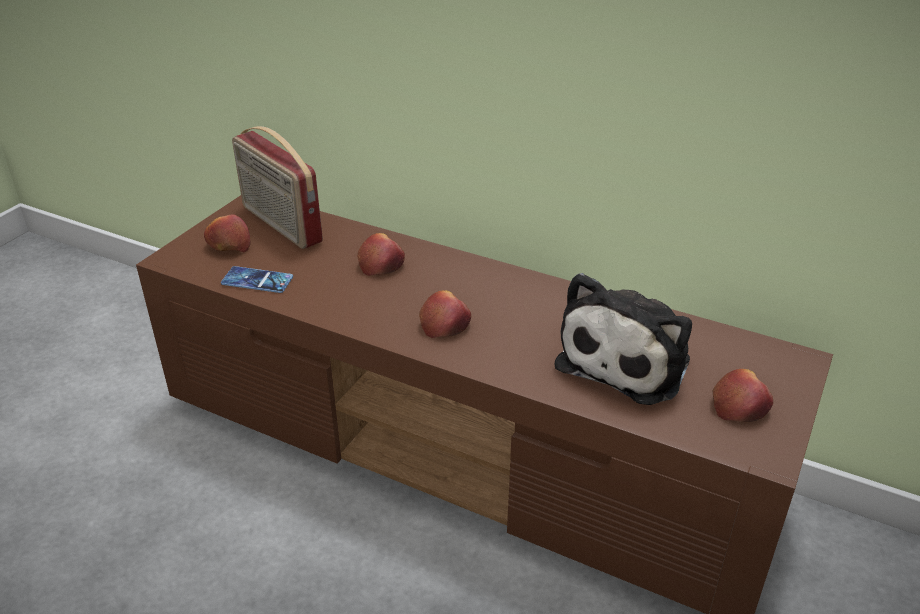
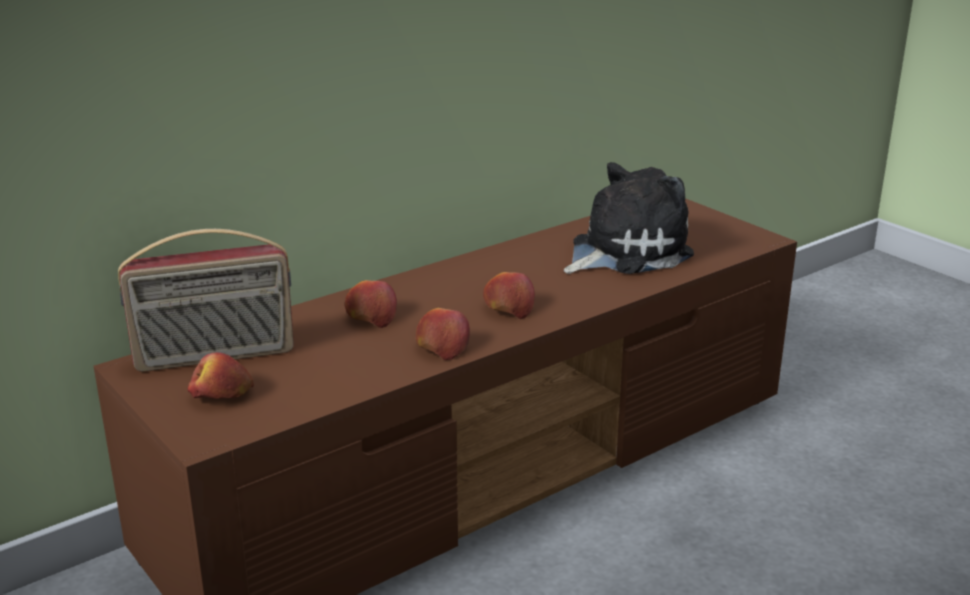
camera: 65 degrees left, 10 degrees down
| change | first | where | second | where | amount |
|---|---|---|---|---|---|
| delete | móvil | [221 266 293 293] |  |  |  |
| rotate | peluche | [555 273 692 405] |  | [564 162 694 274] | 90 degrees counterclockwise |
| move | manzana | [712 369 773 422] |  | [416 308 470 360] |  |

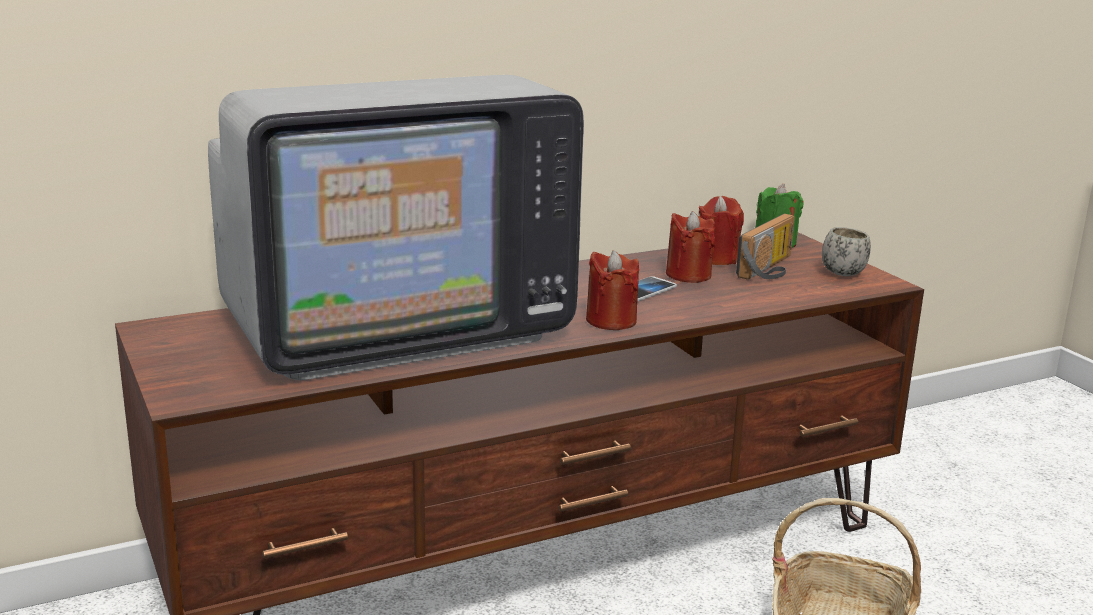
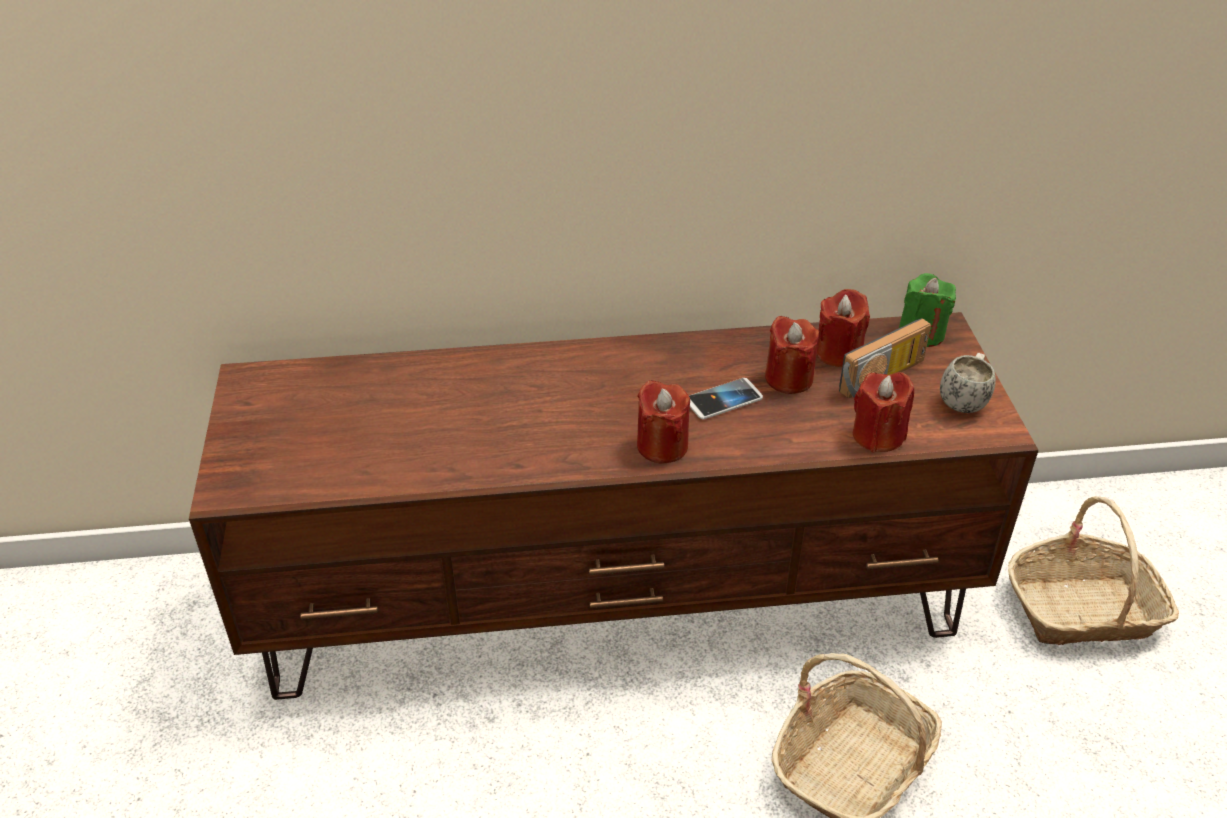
camera: 20 degrees right, 20 degrees up
| change | first | where | second | where | amount |
|---|---|---|---|---|---|
| delete | televisor | [208 75 584 380] |  |  |  |
| insert |  |  | vela (rojo) | [853 372 914 453] |  |
| insert |  |  | cesta | [1008 496 1179 645] |  |

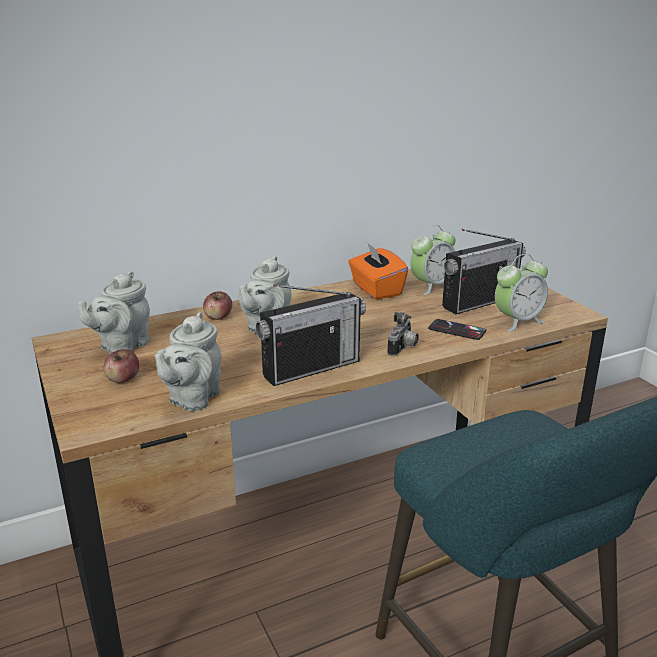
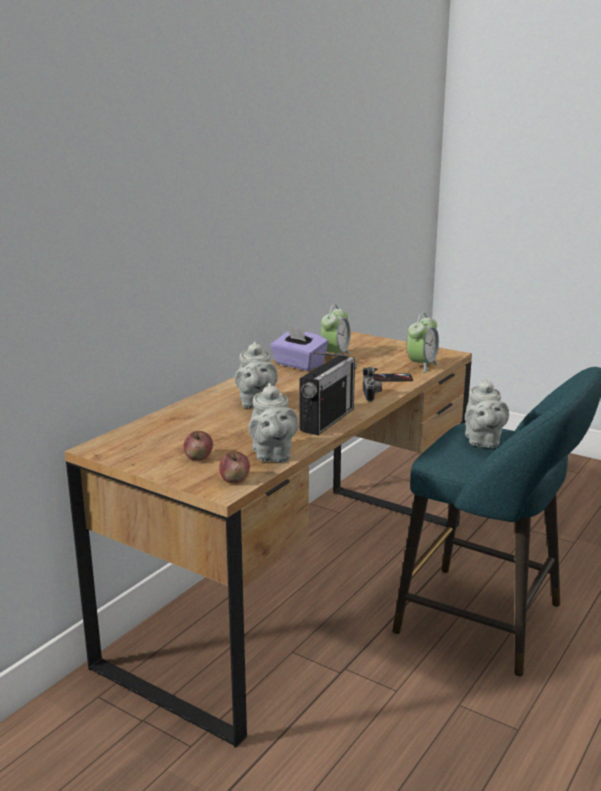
camera: 30 degrees left, 5 degrees down
| change | first | where | second | where | amount |
|---|---|---|---|---|---|
| move | tetera (gris) | [78 271 150 354] |  | [465 379 509 448] |  |
| move | manzana | [203 291 232 320] |  | [219 452 250 483] |  |
| recolor | caja de pañuelos (naranja) | [348 242 408 300] | caja de pañuelos (morado) | [270 326 328 371] |  |
| delete | radio | [442 229 526 314] |  |  |  |

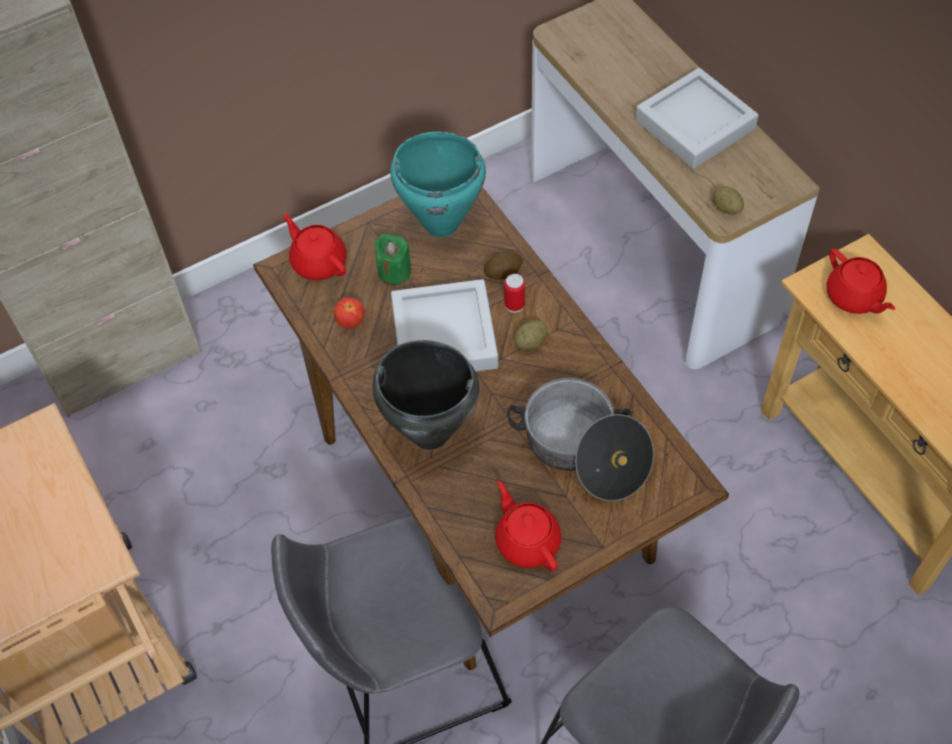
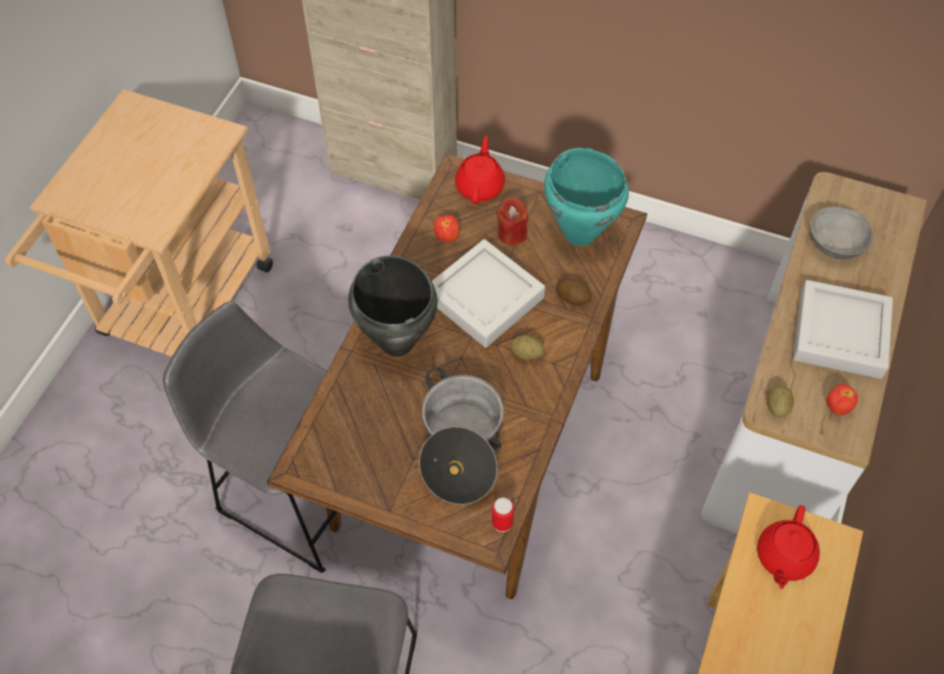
camera: 50 degrees right, 0 degrees up
| change | first | where | second | where | amount |
|---|---|---|---|---|---|
| recolor | vela (verde) | [374 234 411 285] | vela (rojo) | [497 198 528 245] |  |
| delete | tetera (rojo) | [495 481 562 571] |  |  |  |
| move | lata | [504 274 525 313] |  | [492 498 514 532] |  |
| insert |  |  | cuenco (gris) | [810 207 873 259] |  |
| insert |  |  | manzana | [826 384 858 415] |  |

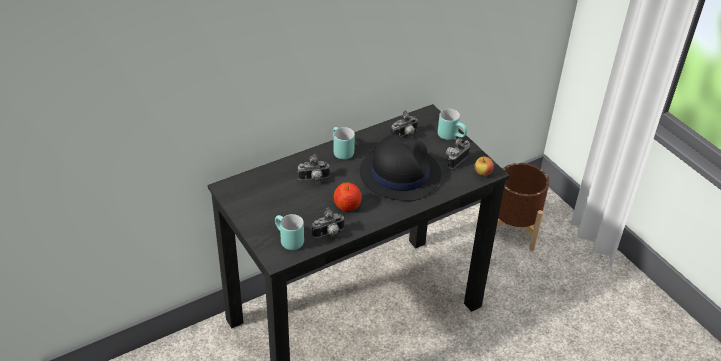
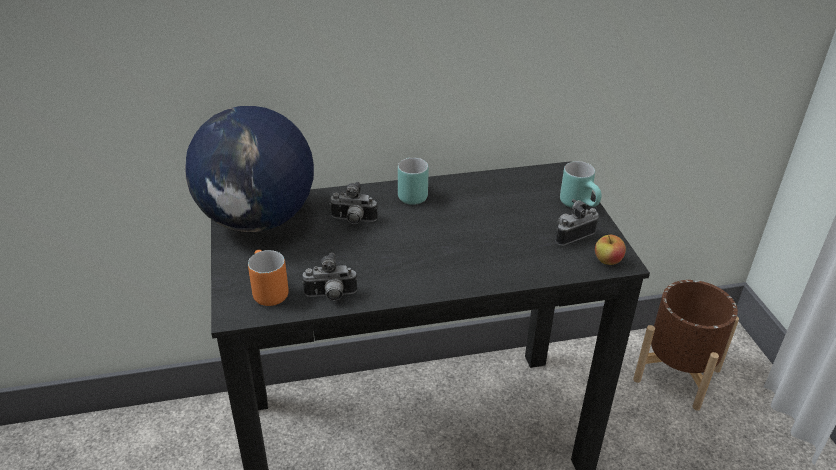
camera: 20 degrees right, 5 degrees down
| change | first | where | second | where | amount |
|---|---|---|---|---|---|
| recolor | taza grande (turquesa) | [275 214 304 250] | taza grande (naranja) | [248 250 289 306] |  |
| delete | manzana | [334 182 362 211] |  |  |  |
| delete | sombrero (negro) | [360 134 441 201] |  |  |  |
| delete | cámara | [391 111 419 137] |  |  |  |
| insert |  |  | globo terráqueo | [185 106 314 232] |  |

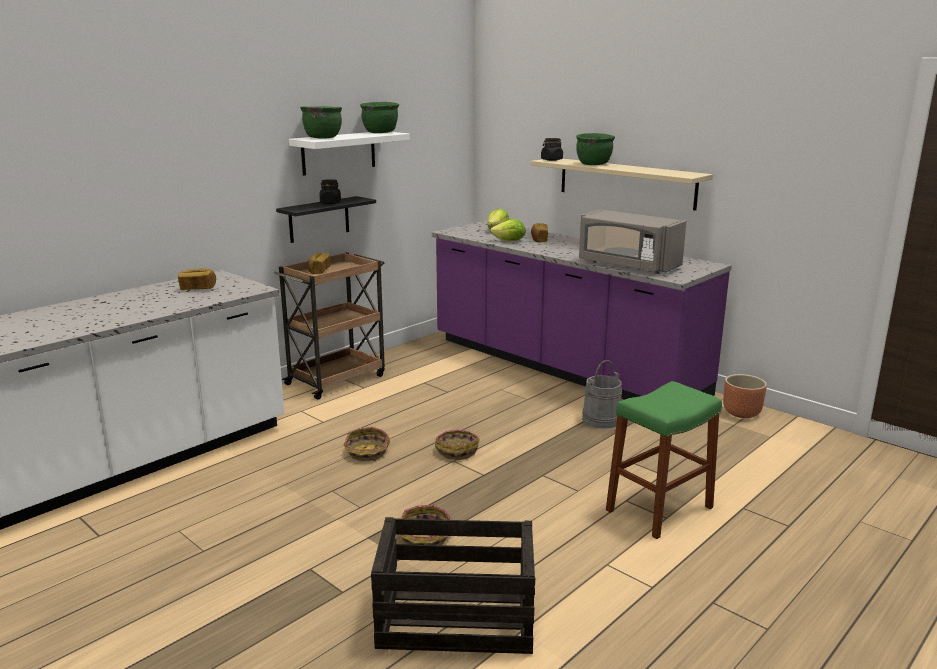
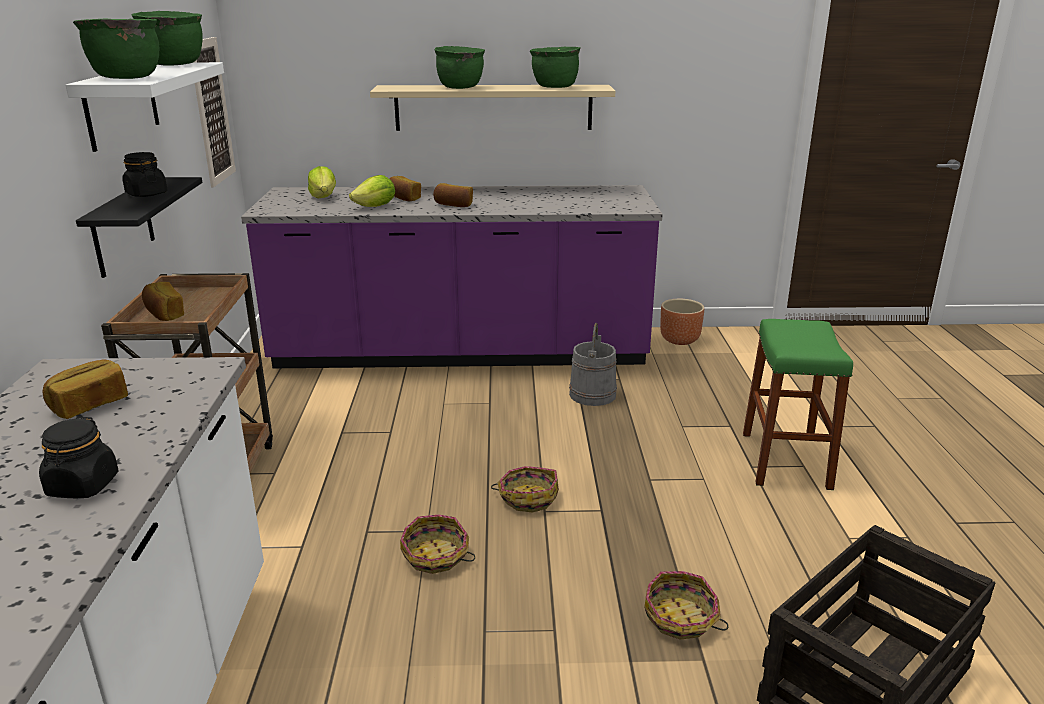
camera: 45 degrees left, 5 degrees up
| change | first | where | second | where | amount |
|---|---|---|---|---|---|
| move | tarro (negro) | [541 138 563 161] |  | [39 417 119 498] |  |
| delete | microondas (gris) | [579 210 687 274] |  |  |  |
| insert |  |  | cuadro | [195 37 236 187] |  |
| insert |  |  | pan | [433 183 473 207] |  |
| insert |  |  | olla (verde) | [530 47 580 88] |  |

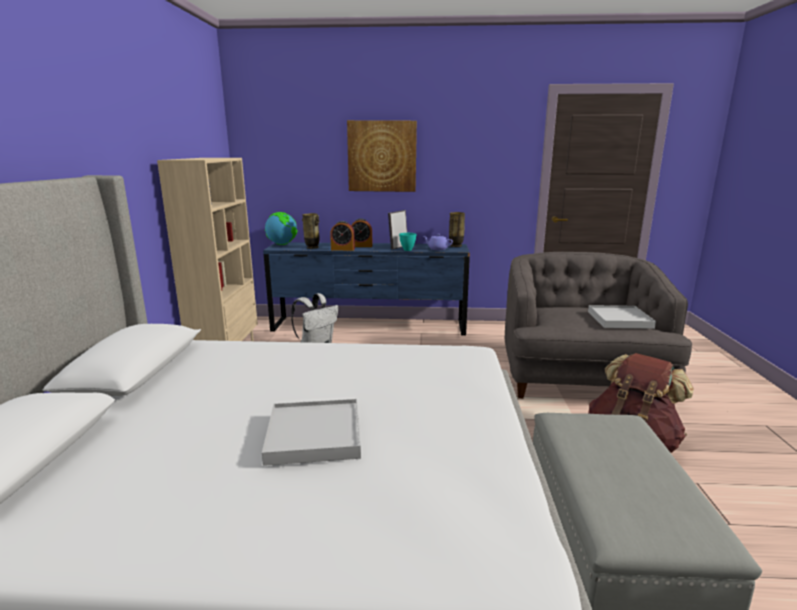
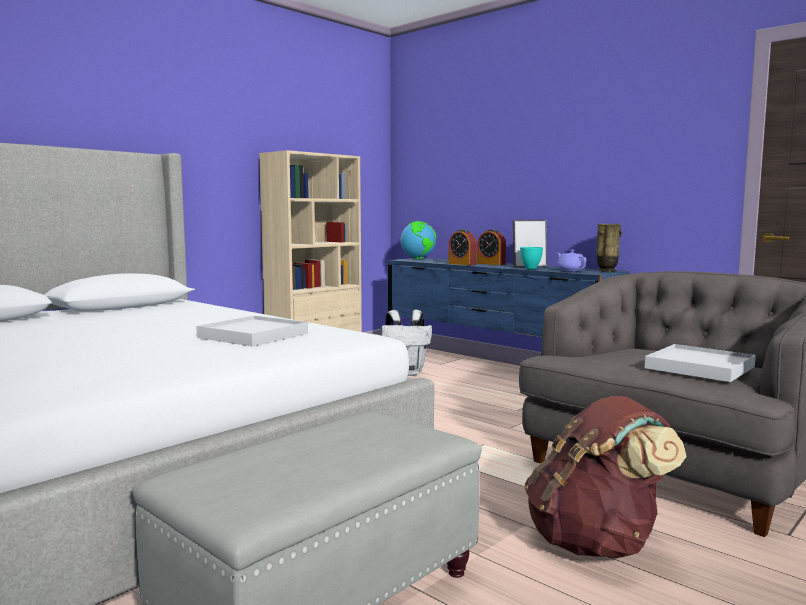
camera: 40 degrees right, 10 degrees down
| change | first | where | second | where | amount |
|---|---|---|---|---|---|
| move | bandeja (blanco) | [262 399 361 466] |  | [196 316 308 347] |  |
| delete | florero | [302 213 319 249] |  |  |  |
| delete | cuadro | [347 120 417 192] |  |  |  |

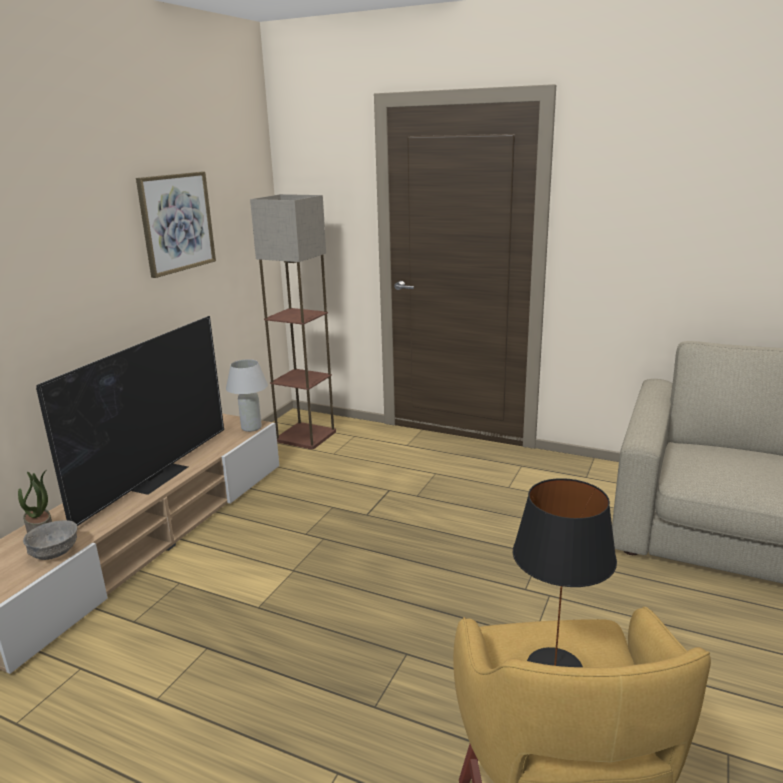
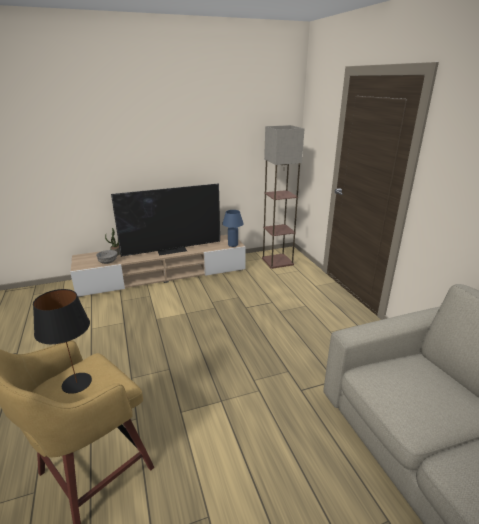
camera: 45 degrees right, 5 degrees up
| change | first | where | second | where | amount |
|---|---|---|---|---|---|
| delete | cuadro | [136 172 216 278] |  |  |  |
| recolor | lámpara de mesa (blanco) | [226 359 268 432] | lámpara de mesa (azul) | [222 210 244 247] |  |

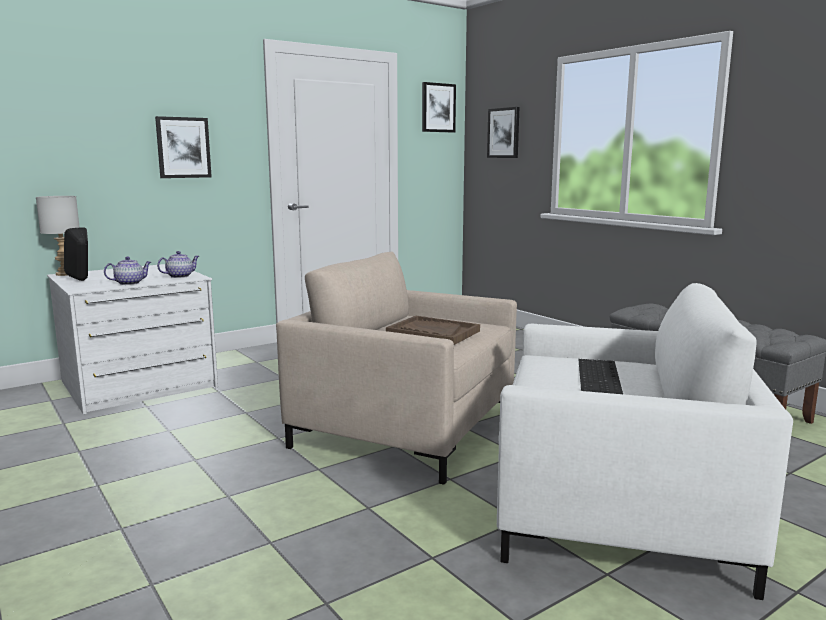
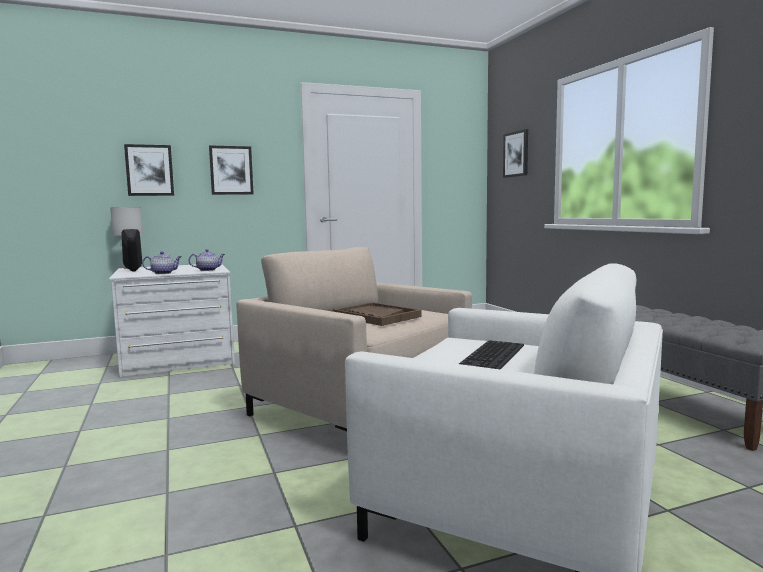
camera: 15 degrees right, 5 degrees down
| change | first | where | second | where | amount |
|---|---|---|---|---|---|
| move | cuadro | [422 82 456 132] |  | [124 144 174 196] |  |

